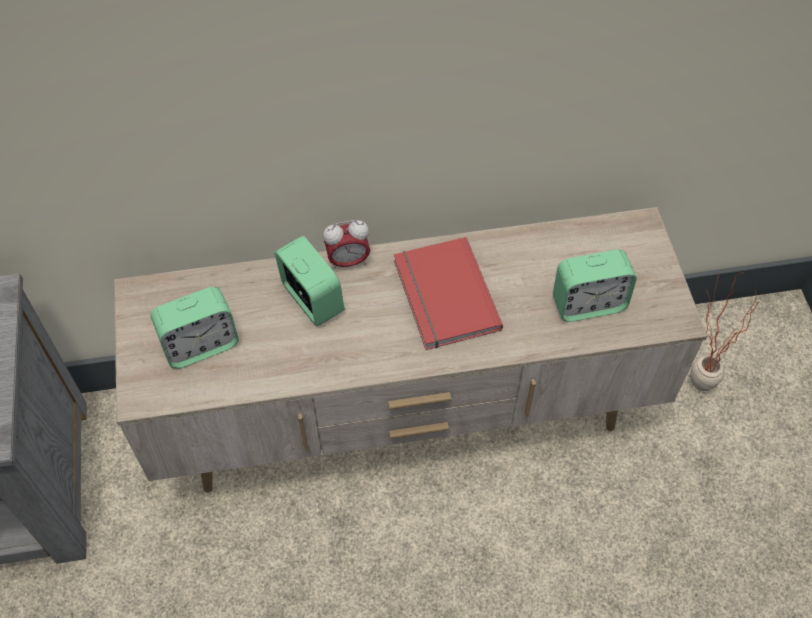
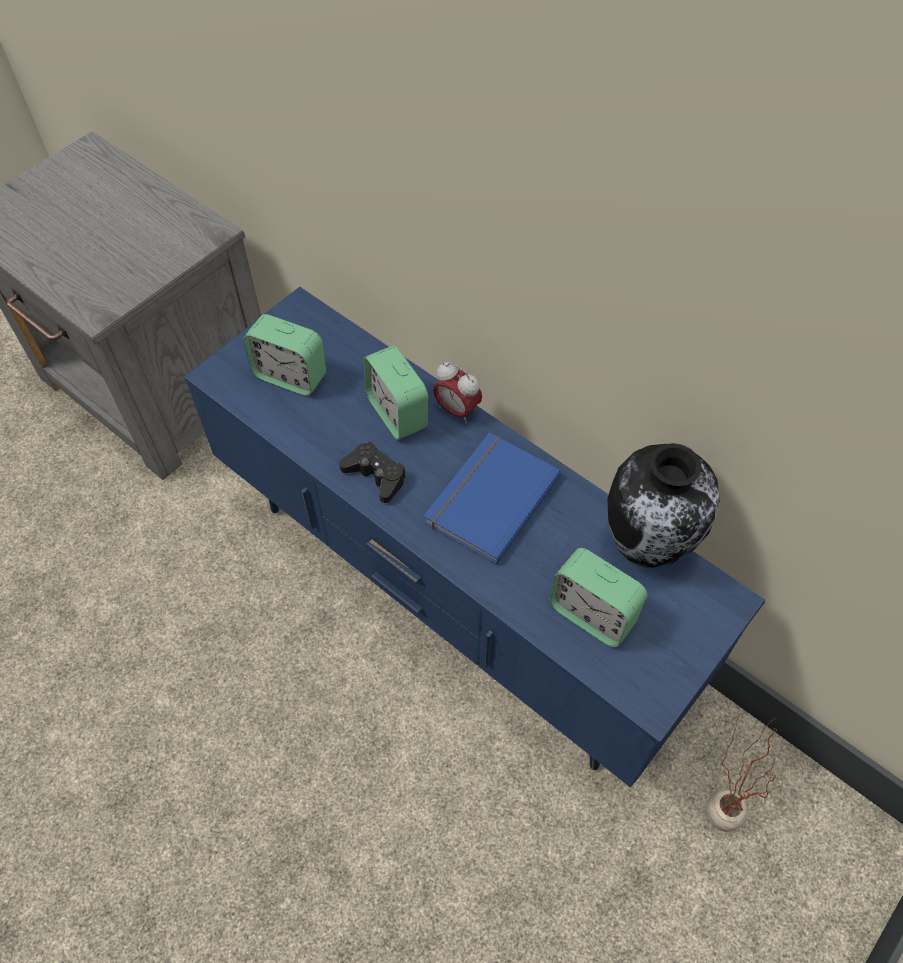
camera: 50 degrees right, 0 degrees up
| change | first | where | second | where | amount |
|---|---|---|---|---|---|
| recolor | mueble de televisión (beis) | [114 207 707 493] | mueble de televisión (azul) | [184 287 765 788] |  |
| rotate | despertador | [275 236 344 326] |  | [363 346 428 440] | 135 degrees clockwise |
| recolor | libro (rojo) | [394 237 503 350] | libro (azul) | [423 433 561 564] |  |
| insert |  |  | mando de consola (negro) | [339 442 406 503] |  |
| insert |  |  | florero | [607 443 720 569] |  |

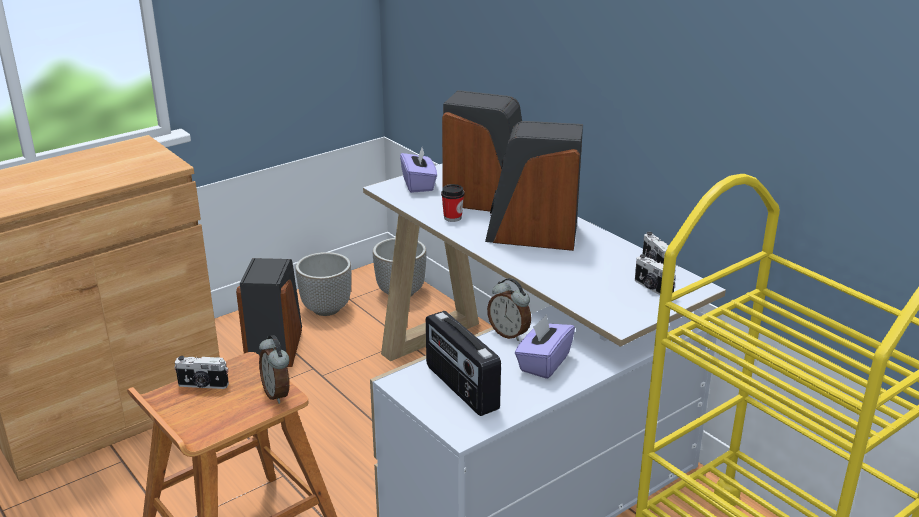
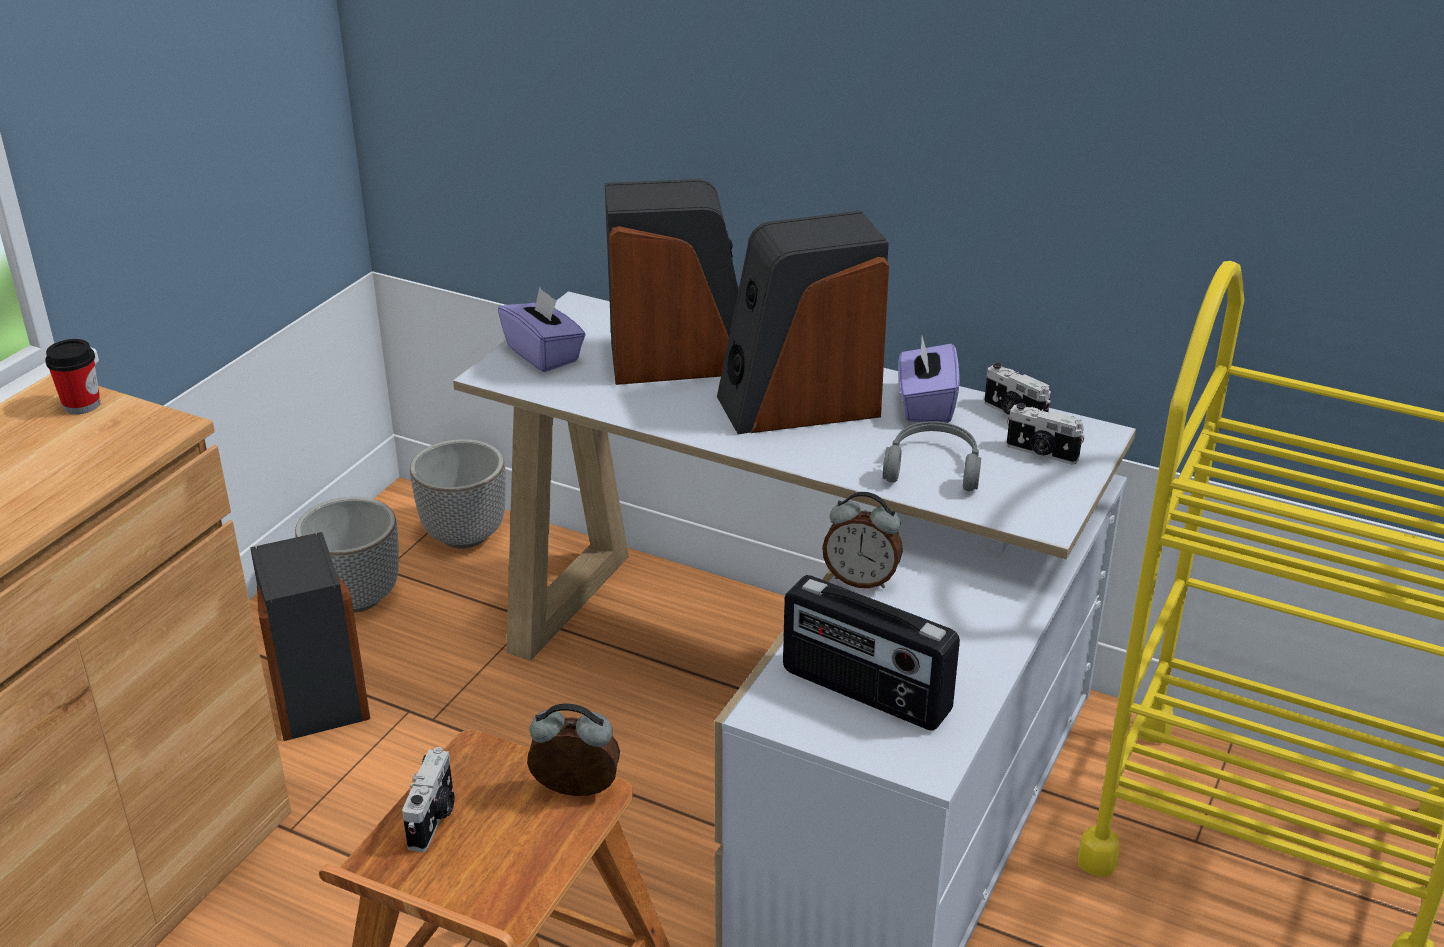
camera: 25 degrees left, 5 degrees up
| change | first | where | second | where | amount |
|---|---|---|---|---|---|
| rotate | cámara | [175 356 229 389] |  | [402 747 454 852] | 60 degrees counterclockwise |
| rotate | despertador | [259 335 290 404] |  | [527 703 620 796] | 150 degrees clockwise |
| move | taza | [441 184 464 222] |  | [45 339 100 414] |  |
| move | caja de pañuelos (morado) | [515 314 575 379] |  | [898 336 960 423] |  |
| insert |  |  | auriculares (gris) | [883 421 981 491] |  |

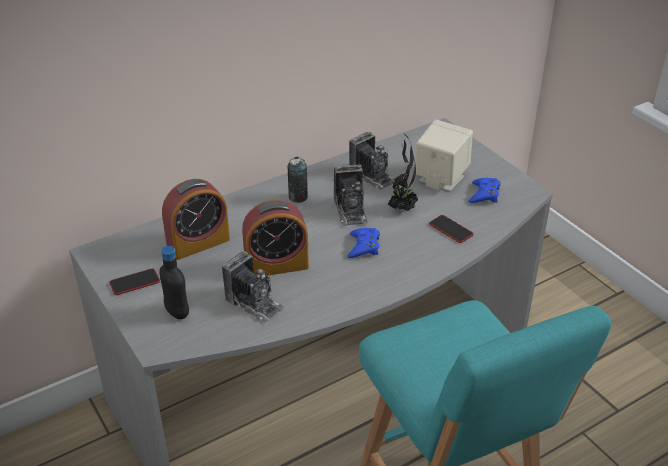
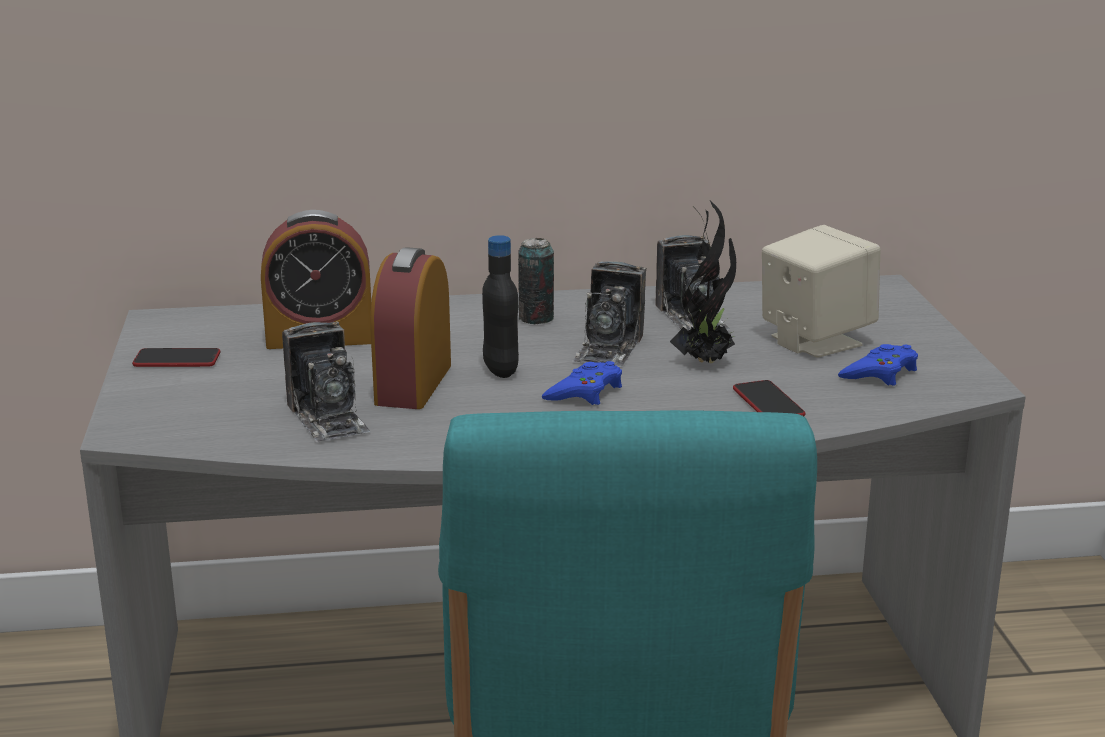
camera: 25 degrees right, 15 degrees down
| change | first | where | second | where | amount |
|---|---|---|---|---|---|
| move | botella (negro) | [159 246 189 319] |  | [482 235 519 378] |  |
| rotate | despertador | [242 200 309 277] |  | [370 247 451 409] | 90 degrees clockwise |

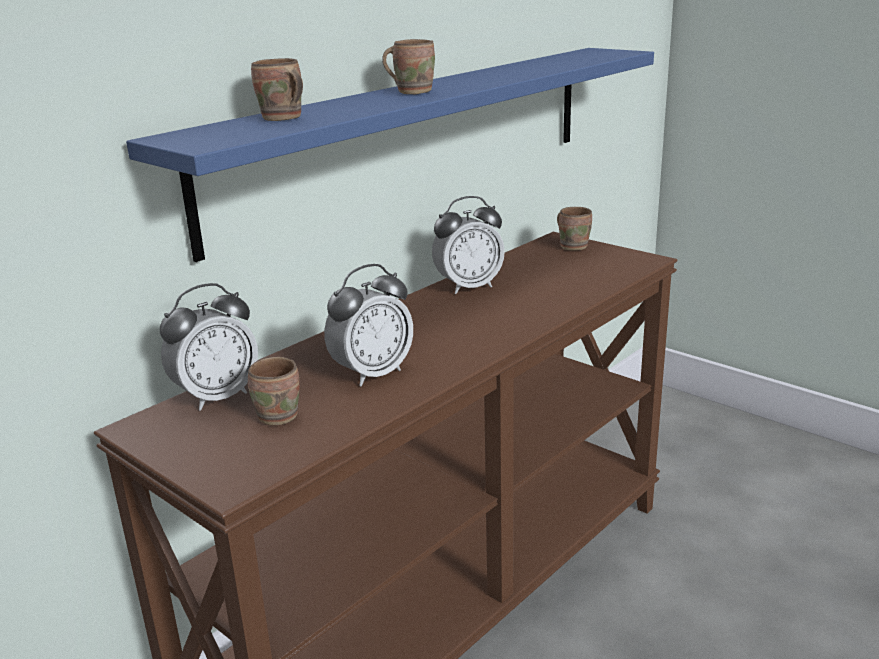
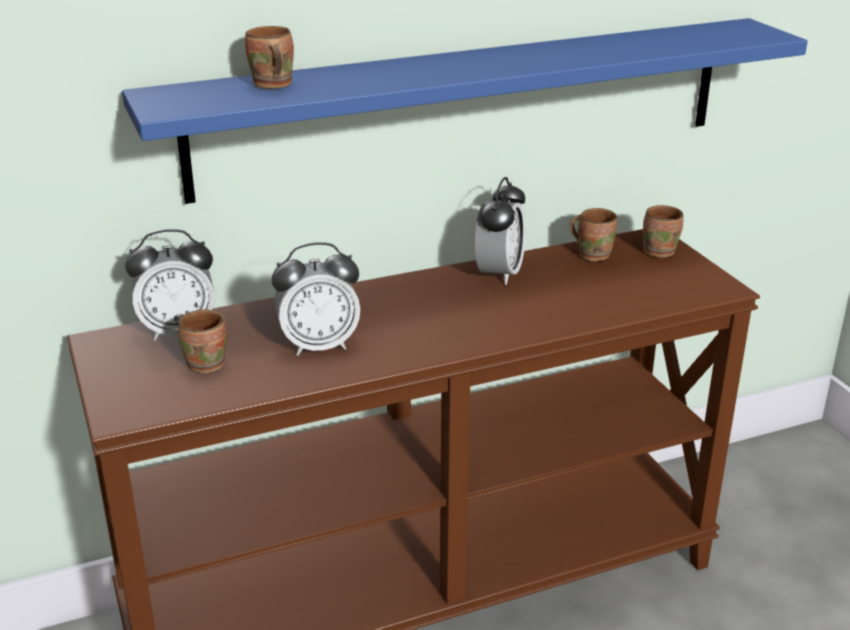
camera: 25 degrees right, 5 degrees up
| change | first | where | second | where | amount |
|---|---|---|---|---|---|
| move | taza grande (marrón) | [382 39 435 94] |  | [570 208 617 261] |  |
| rotate | despertador | [432 196 505 294] |  | [475 177 526 285] | 75 degrees counterclockwise |

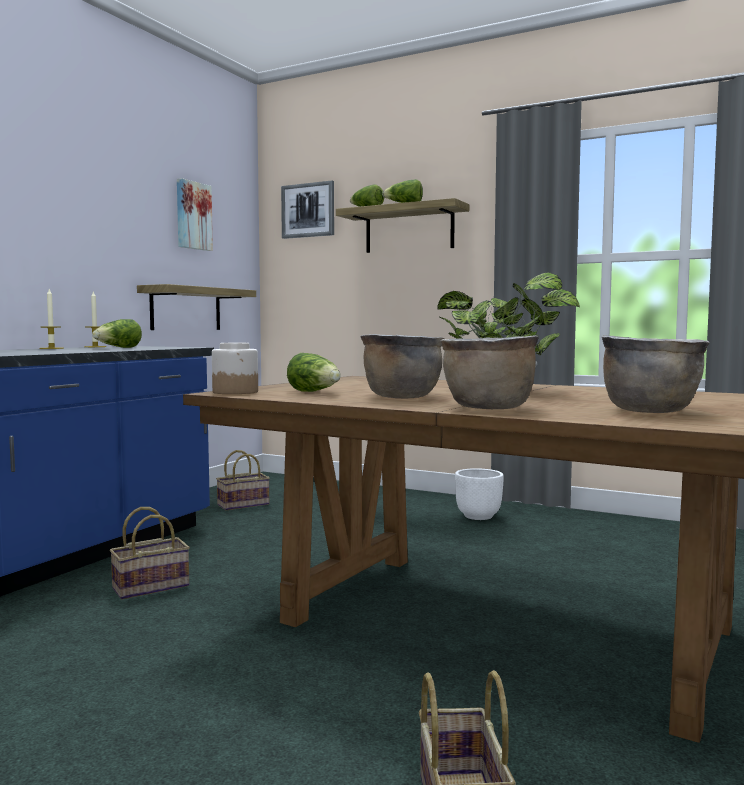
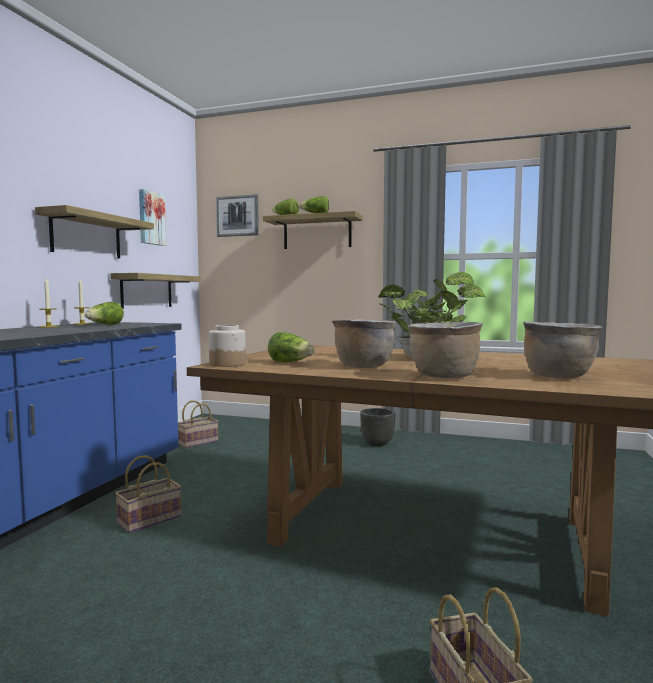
camera: 10 degrees left, 0 degrees up
| change | first | where | second | where | amount |
|---|---|---|---|---|---|
| recolor | maceta (blanco) | [455 468 504 520] | maceta (negro) | [360 408 395 446] |  |
| insert |  |  | estante | [35 205 154 258] |  |

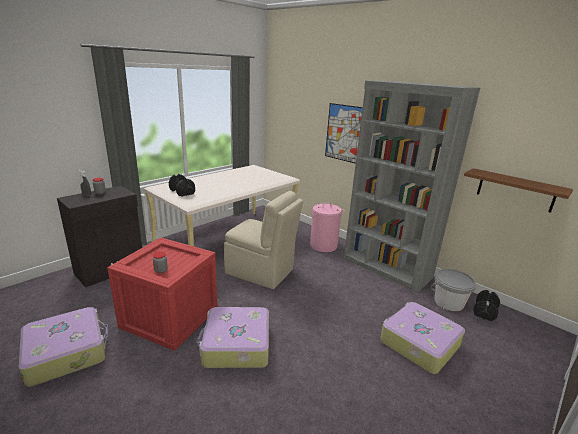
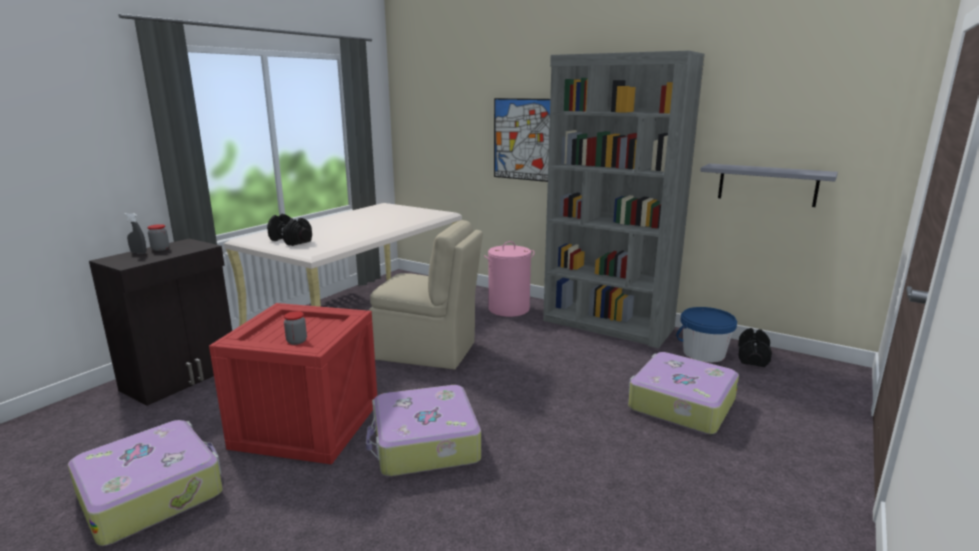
camera: 10 degrees left, 5 degrees down
| change | first | where | second | where | amount |
|---|---|---|---|---|---|
| recolor | cubo (gris) | [430 269 476 311] | cubo (azul) | [676 307 737 362] |  |
| recolor | estante (marrón) | [464 168 573 213] | estante (gris) | [700 163 838 207] |  |

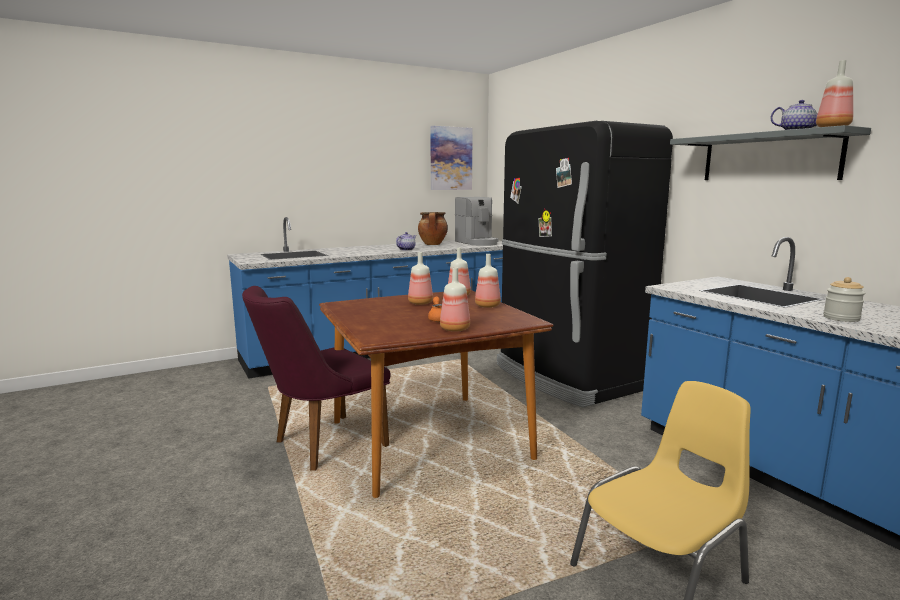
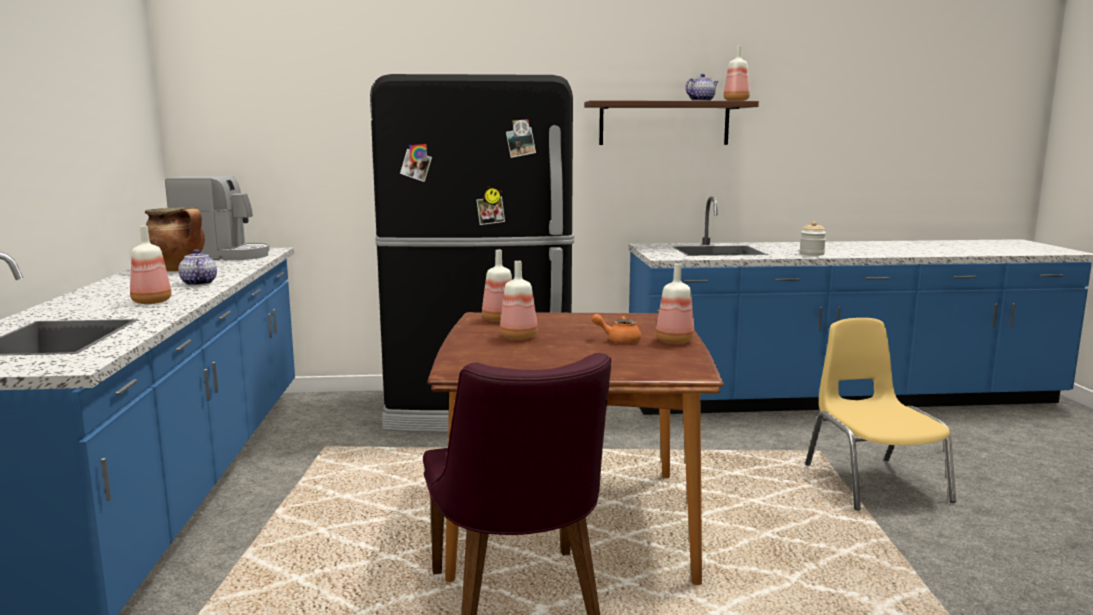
camera: 65 degrees left, 0 degrees up
| change | first | where | second | where | amount |
|---|---|---|---|---|---|
| delete | cuadro | [430 126 473 190] |  |  |  |
| move | botella | [475 254 501 308] |  | [130 226 172 304] |  |
| recolor | estante (gris) | [670 125 871 180] | estante (marrón) | [584 100 759 145] |  |

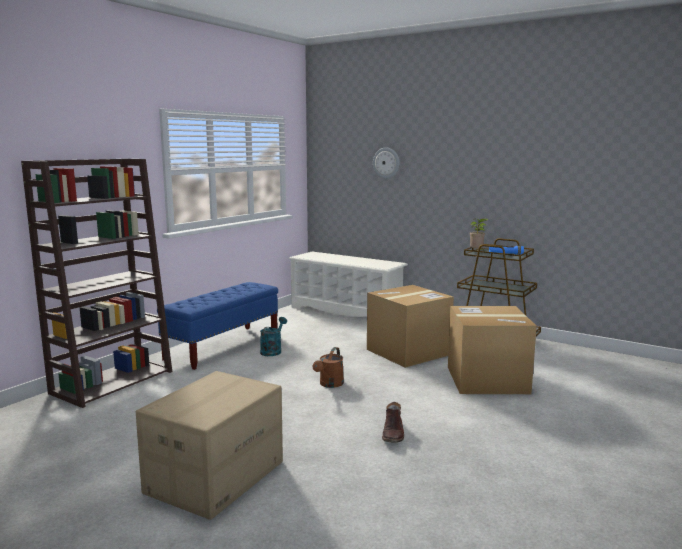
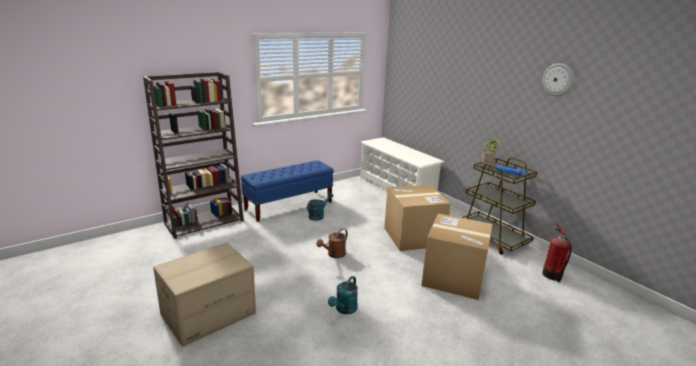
camera: 20 degrees right, 10 degrees up
| change | first | where | second | where | amount |
|---|---|---|---|---|---|
| move | reloj de pared | [373 148 400 178] |  | [543 63 574 96] |  |
| replace | bota (marrón) | [382 402 404 443] | regadera (turquesa) | [328 276 358 314] |  |
| insert |  |  | extintor | [542 223 572 282] |  |

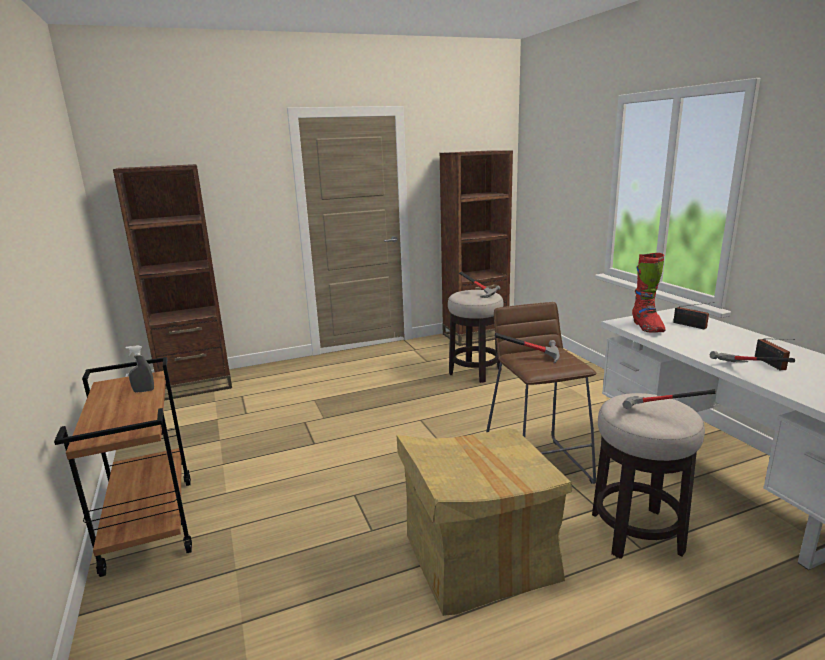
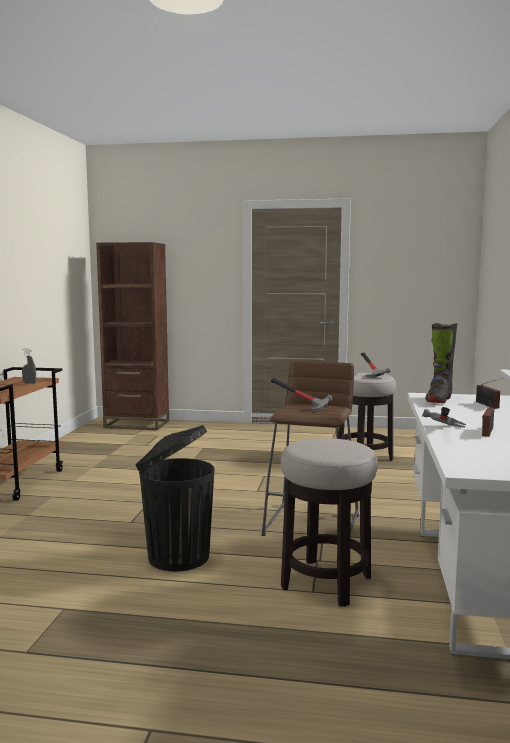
camera: 30 degrees right, 10 degrees down
| change | first | where | second | where | amount |
|---|---|---|---|---|---|
| replace | caja de cartón | [397 428 572 616] | papelera (negro) | [136 425 215 571] |  |
| delete | estantería (marrón) | [439 150 513 346] |  |  |  |
| delete | martillo | [623 389 716 409] |  |  |  |
| recolor | bota (rojo) | [632 253 665 333] | bota (negro) | [425 323 458 403] |  |

